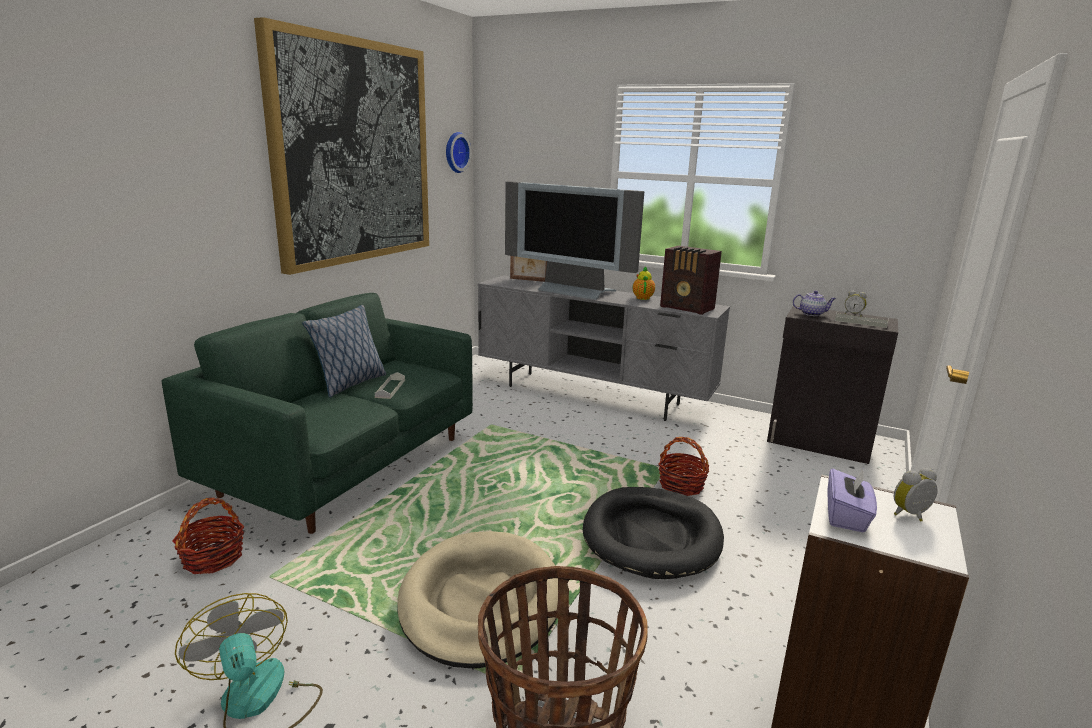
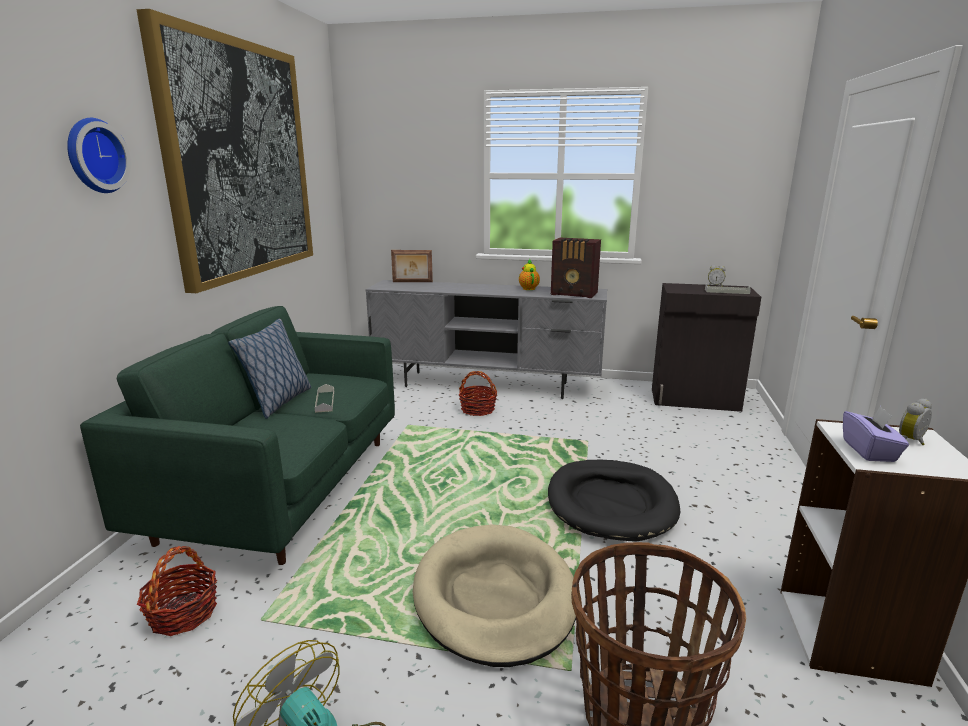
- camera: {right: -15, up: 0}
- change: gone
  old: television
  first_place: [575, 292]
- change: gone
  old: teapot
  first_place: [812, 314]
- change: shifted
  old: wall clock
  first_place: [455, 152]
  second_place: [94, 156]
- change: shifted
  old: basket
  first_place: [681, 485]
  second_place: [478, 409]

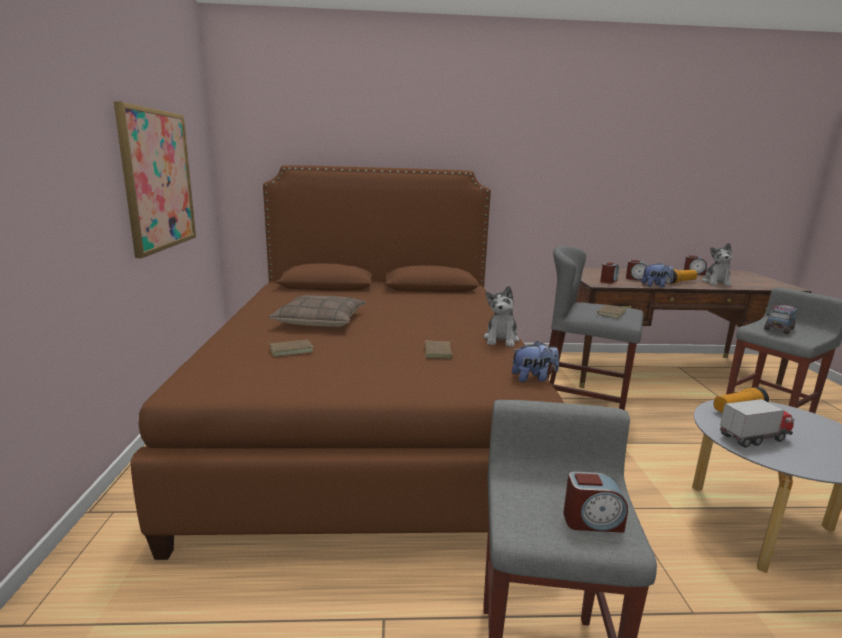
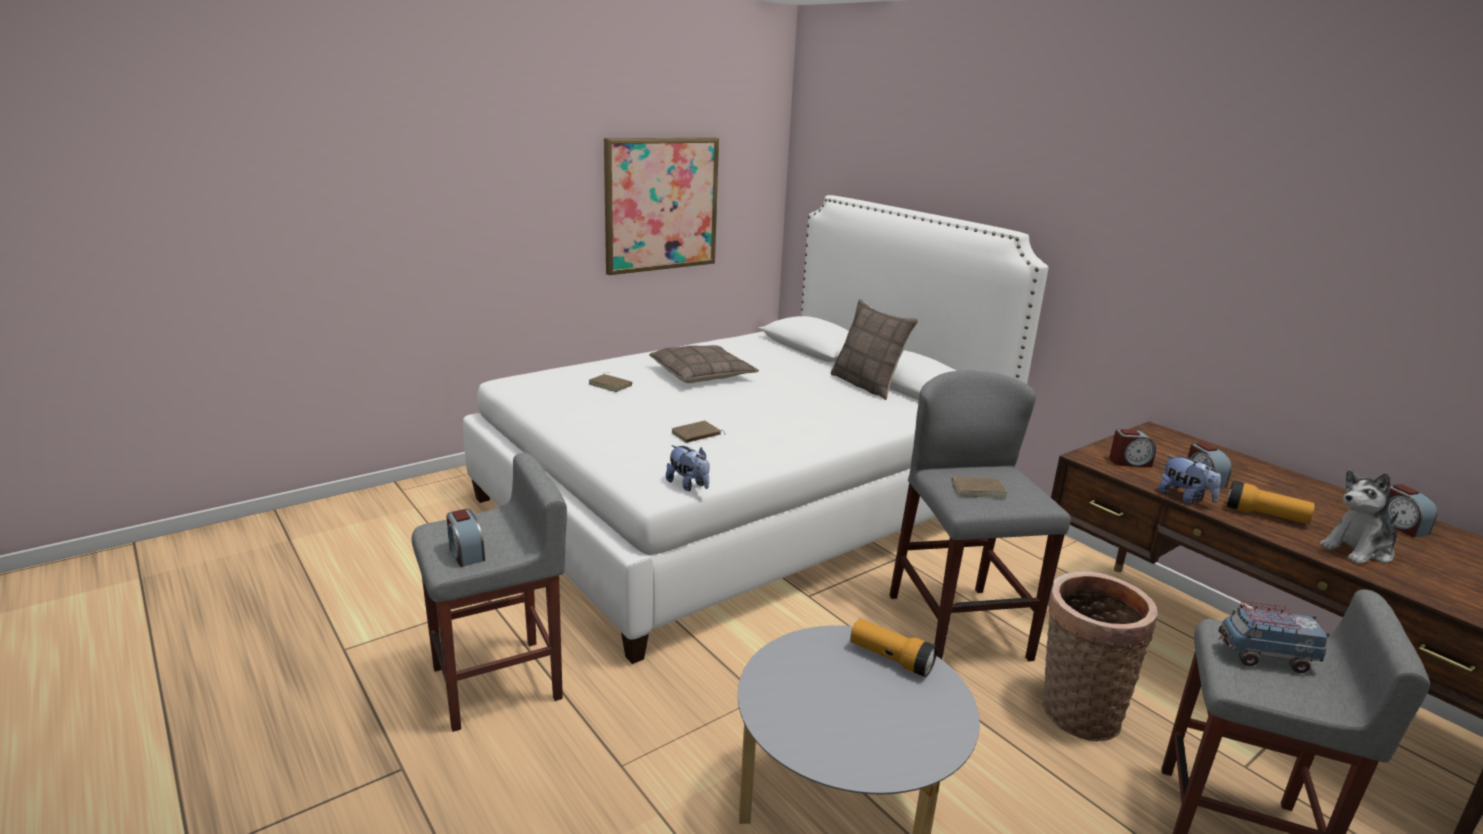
- camera: {right: 55, up: 5}
- change: gone
  old: plush toy
  first_place: [501, 339]
- change: gone
  old: toy truck
  first_place: [753, 438]
- change: new
  new: pillow
  second_place: [867, 385]
- change: new
  new: basket
  second_place: [1076, 710]
- change: repainted
  old: bed/brown
  new: bed/white
  first_place: [370, 420]
  second_place: [741, 504]

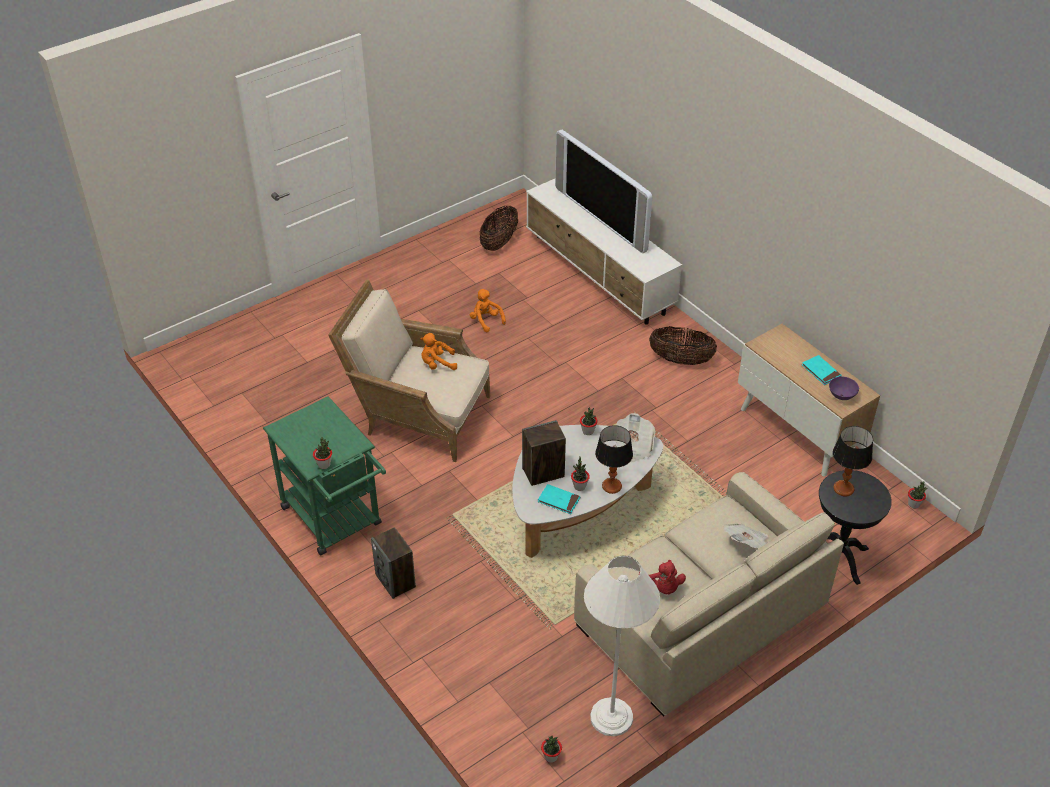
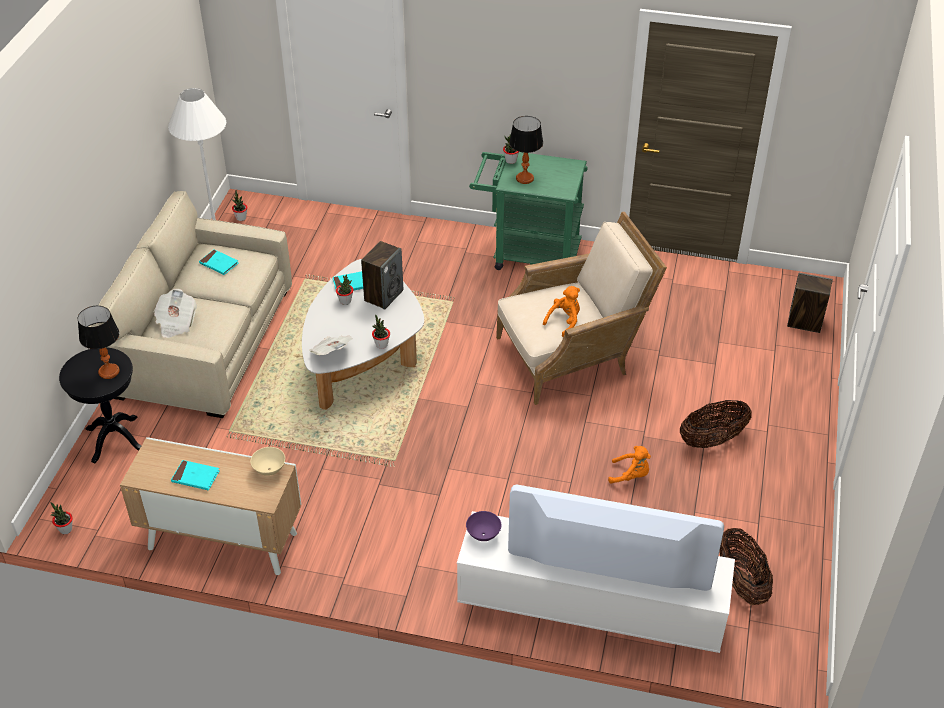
- camera: {right: 140, up: 0}
- change: new
  new: bowl/beige
  second_place: [269, 470]
- change: shifted
  old: speaker
  first_place: [396, 581]
  second_place: [804, 322]
- change: shifted
  old: table lamp
  first_place: [612, 486]
  second_place: [524, 178]
- change: shifted
  old: basket
  first_place: [681, 360]
  second_place: [712, 440]
- change: shifted
  old: bowl/purple
  first_place: [841, 396]
  second_place: [484, 535]
- change: swapped
  old: plush toy/red
  new: book/turquoise
  first_place: [662, 587]
  second_place: [219, 264]

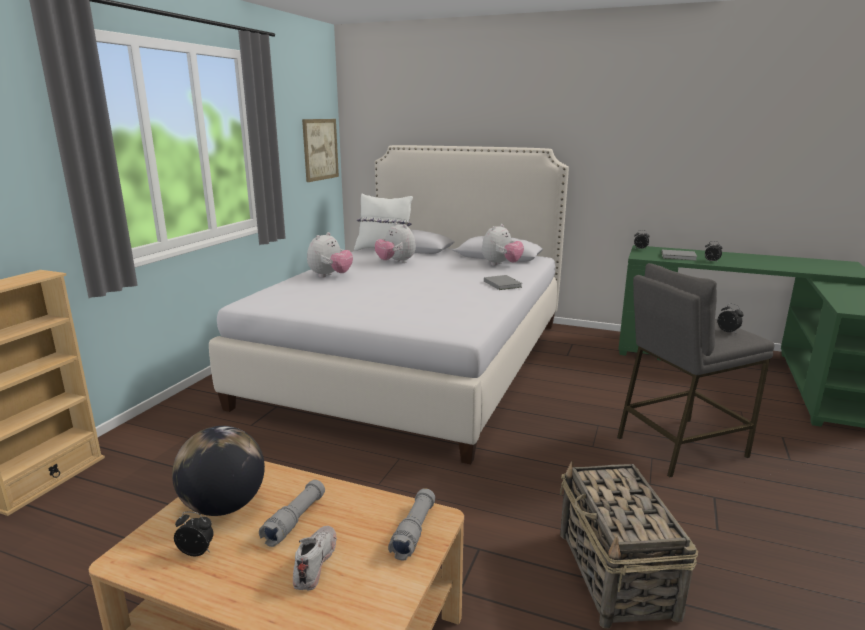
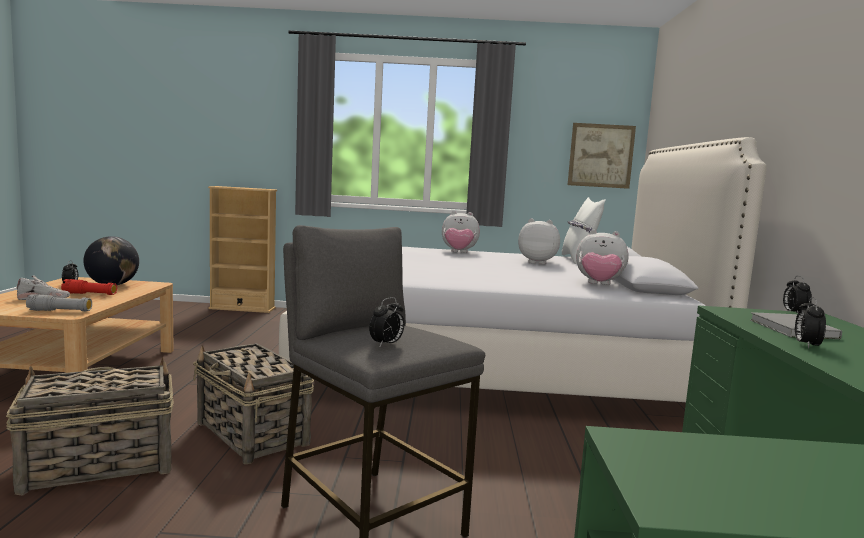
- camera: {right: 70, up: -10}
- change: gone
  old: book/grey
  first_place: [502, 284]
- change: new
  new: basket
  second_place: [253, 434]
- change: repainted
  old: flashlight/grey
  new: flashlight/red
  first_place: [295, 520]
  second_place: [90, 294]
- change: rotated
  old: plush toy
  first_place: [396, 262]
  second_place: [538, 262]
  degrees: 75

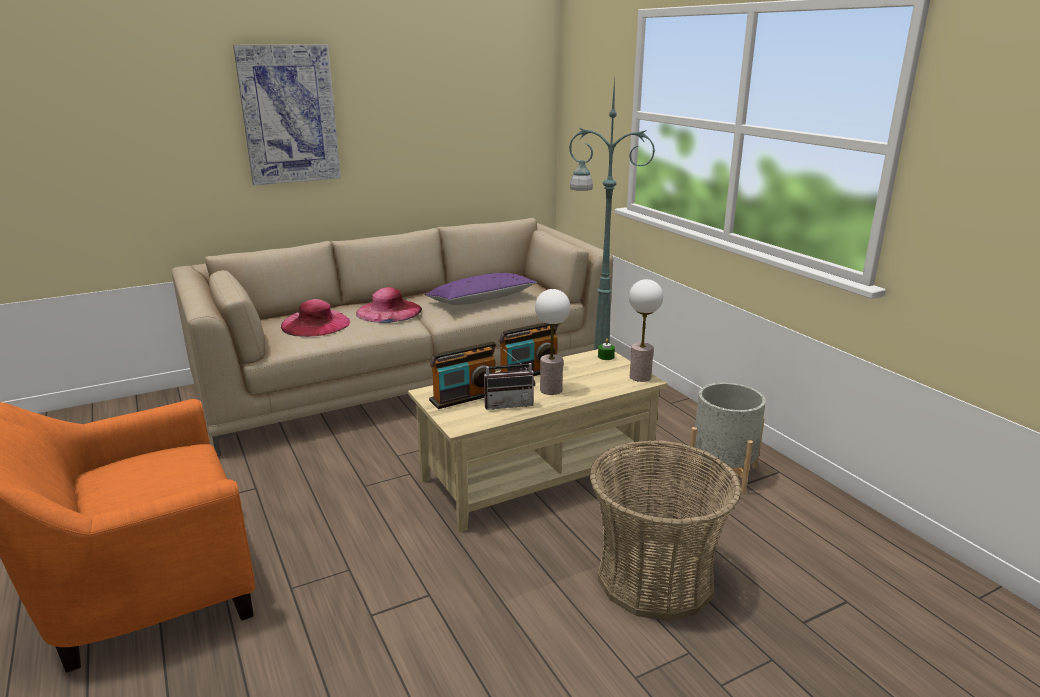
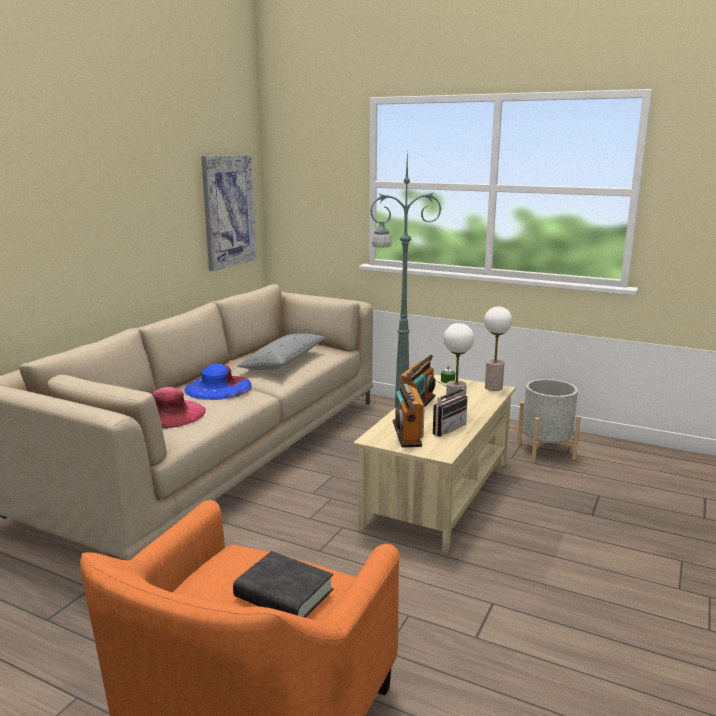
- camera: {right: -35, up: -5}
- change: gone
  old: basket
  first_place: [655, 578]
- change: new
  new: book/black
  second_place: [283, 594]
- change: shifted
  old: picture
  first_place: [289, 115]
  second_place: [228, 211]
- change: repainted
  old: hat/pink
  new: hat/blue
  first_place: [389, 311]
  second_place: [218, 387]
- change: repainted
  old: pillow/purple
  new: pillow/grey
  first_place: [481, 300]
  second_place: [283, 362]
- change: rotated
  old: radio
  first_place: [464, 397]
  second_place: [406, 434]
  degrees: 150

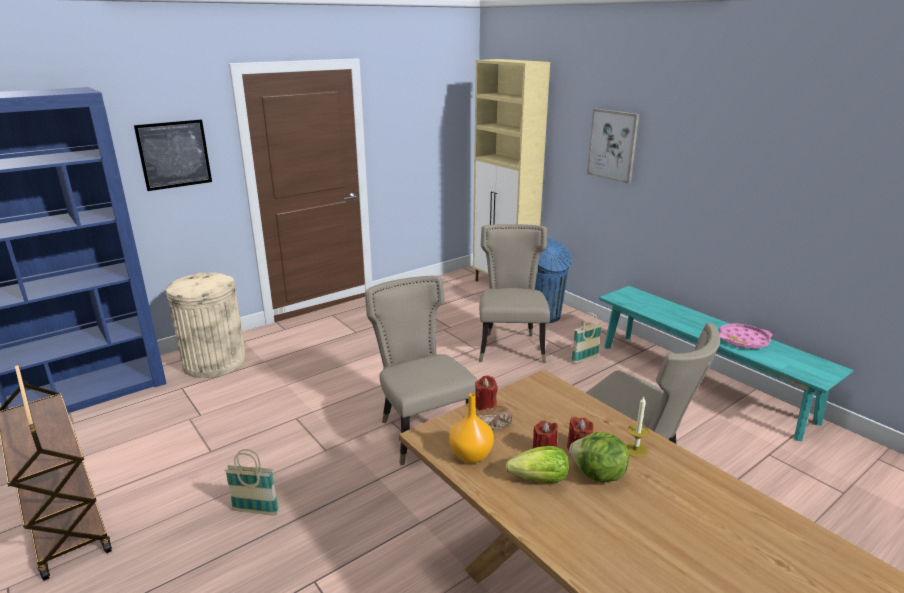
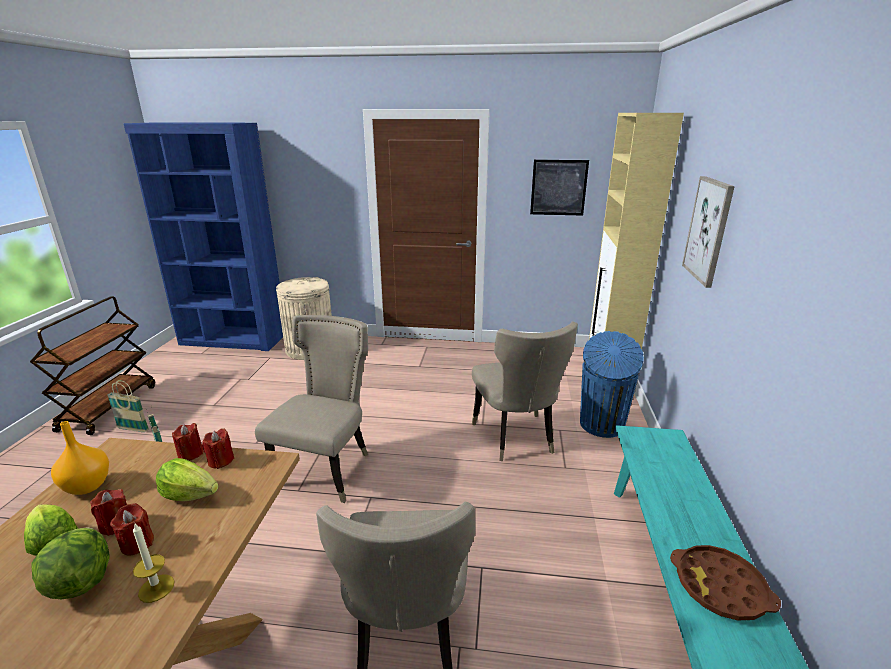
- camera: {right: 45, up: 0}
- change: gone
  old: bread
  first_place: [493, 426]
- change: new
  new: lettuce
  second_place: [189, 495]
- change: new
  new: candle/red
  second_place: [220, 461]
- change: shifted
  old: picture
  first_place: [174, 154]
  second_place: [558, 187]
- change: shifted
  old: basket
  first_place: [585, 359]
  second_place: [133, 429]
- change: repainted
  old: tray/pink
  new: tray/brown
  first_place: [743, 340]
  second_place: [720, 587]
- change: rotated
  old: chair/beige
  first_place: [511, 346]
  second_place: [516, 439]
  degrees: 120

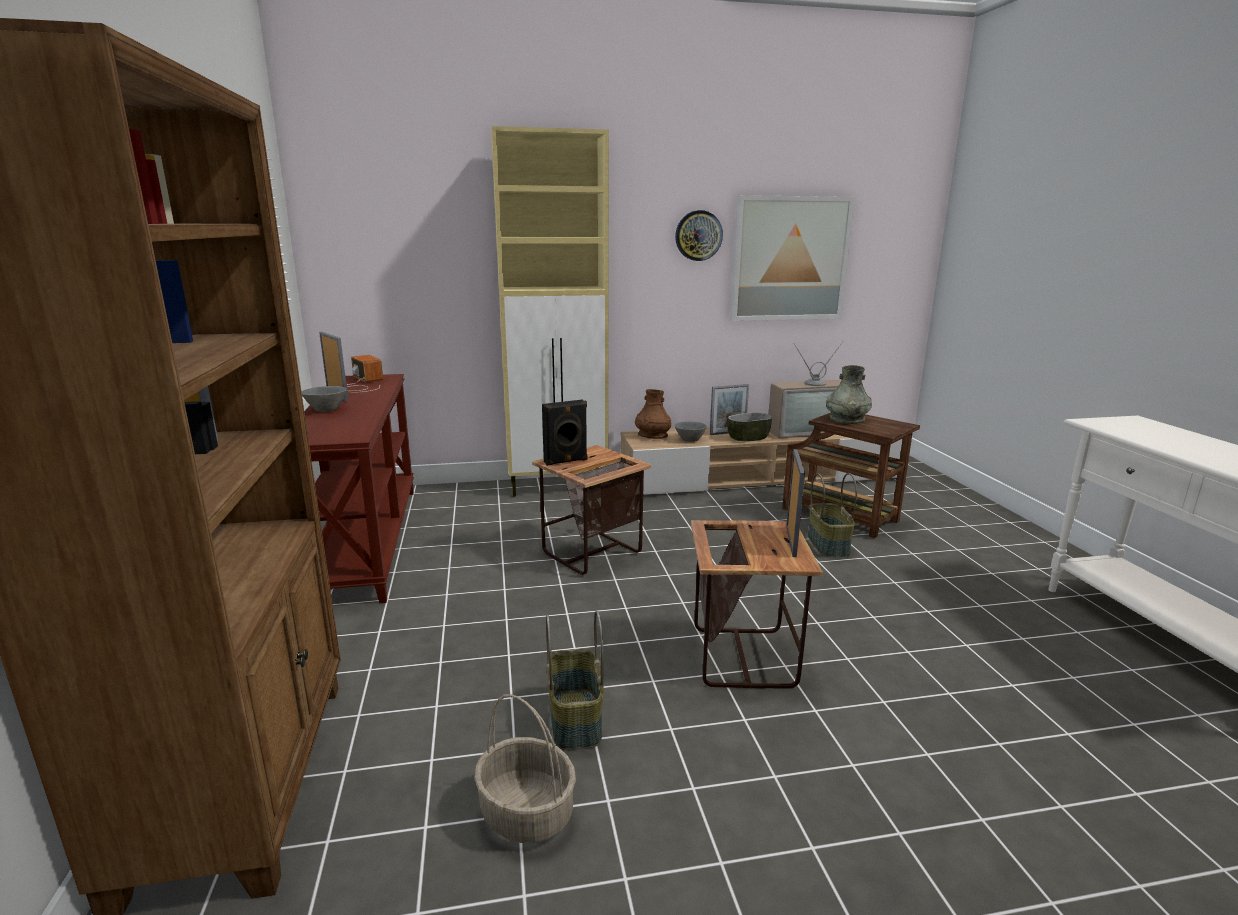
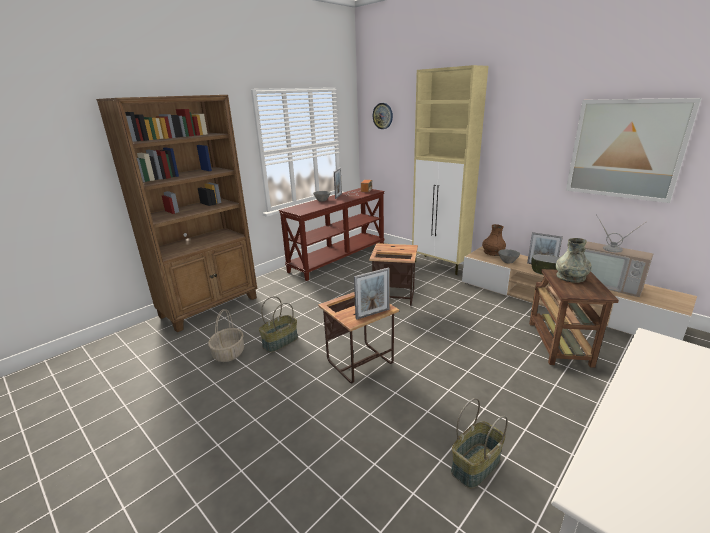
- camera: {right: 55, up: 5}
- change: gone
  old: speaker/black
  first_place: [566, 461]
- change: shifted
  old: wall clock
  first_place: [698, 235]
  second_place: [383, 116]
- change: shifted
  old: basket
  first_place: [829, 545]
  second_place: [476, 466]

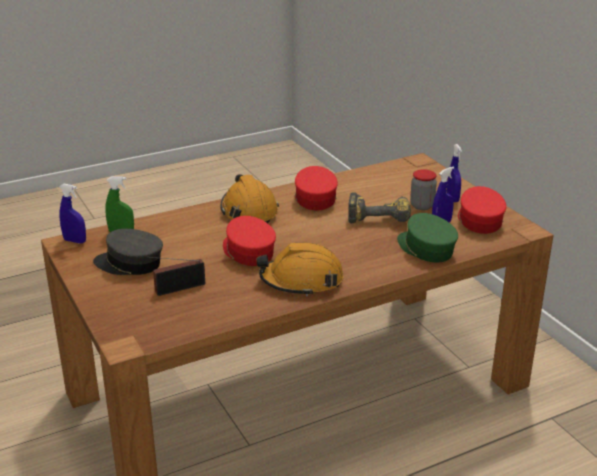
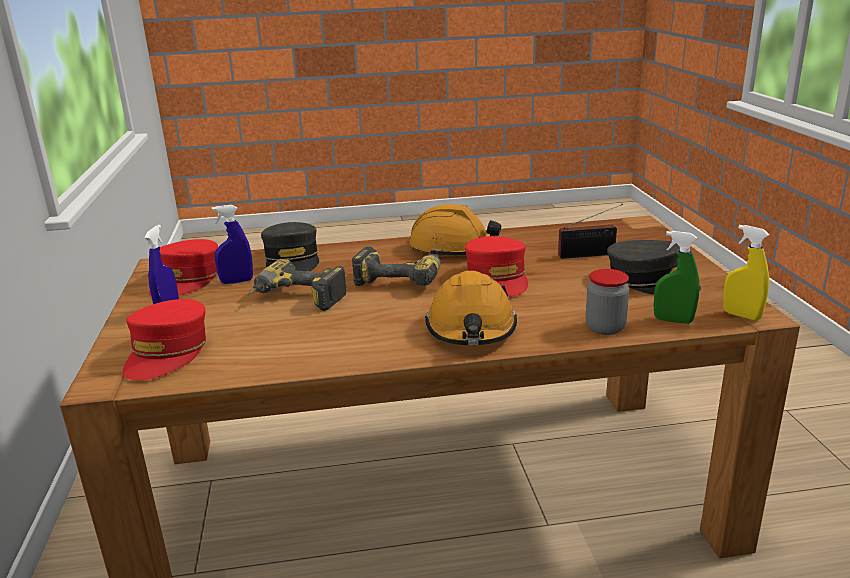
- camera: {right: -160, up: -5}
- change: new
  new: power drill
  second_place: [401, 278]
- change: shifted
  old: cap/red
  first_place: [315, 198]
  second_place: [167, 353]
- change: shifted
  old: jar
  first_place: [422, 206]
  second_place: [605, 328]
- change: repainted
  old: spray bottle/blue
  new: spray bottle/yellow
  first_place: [75, 241]
  second_place: [741, 315]
- change: repainted
  old: cap/green
  new: cap/grey
  first_place: [425, 248]
  second_place: [292, 261]

